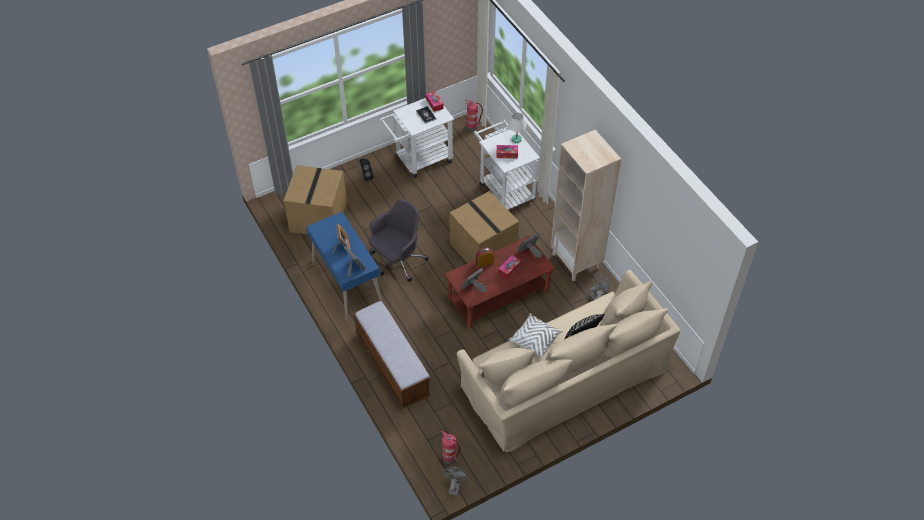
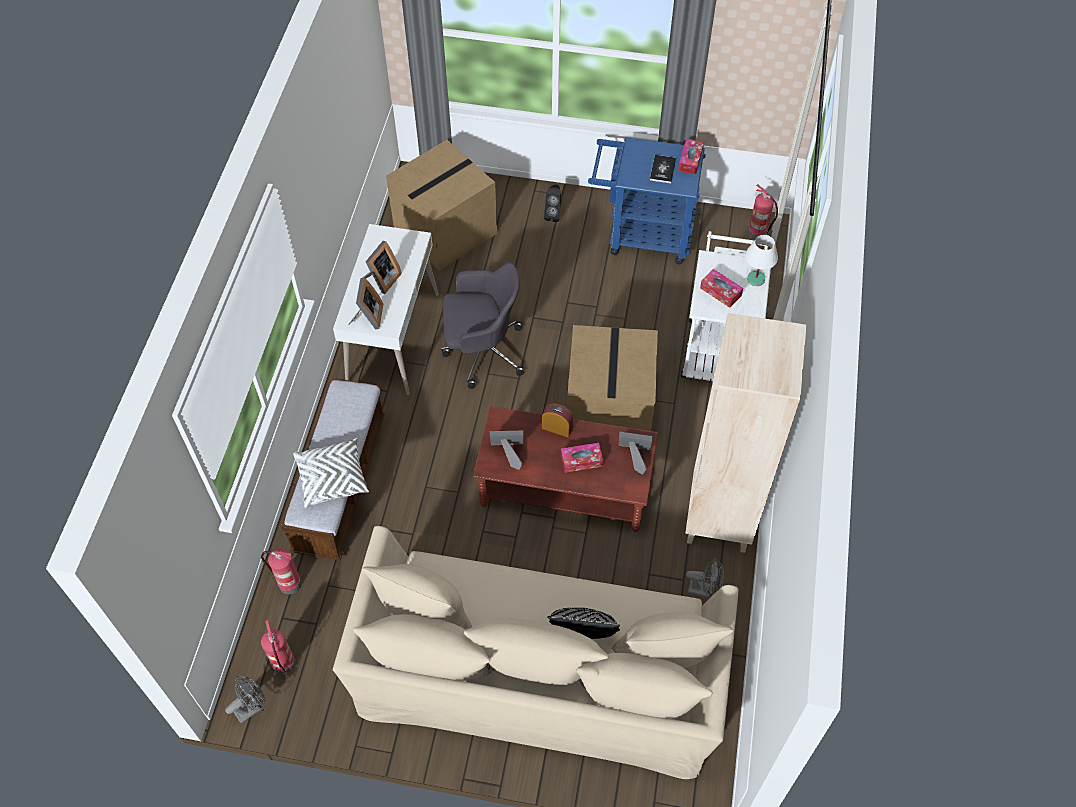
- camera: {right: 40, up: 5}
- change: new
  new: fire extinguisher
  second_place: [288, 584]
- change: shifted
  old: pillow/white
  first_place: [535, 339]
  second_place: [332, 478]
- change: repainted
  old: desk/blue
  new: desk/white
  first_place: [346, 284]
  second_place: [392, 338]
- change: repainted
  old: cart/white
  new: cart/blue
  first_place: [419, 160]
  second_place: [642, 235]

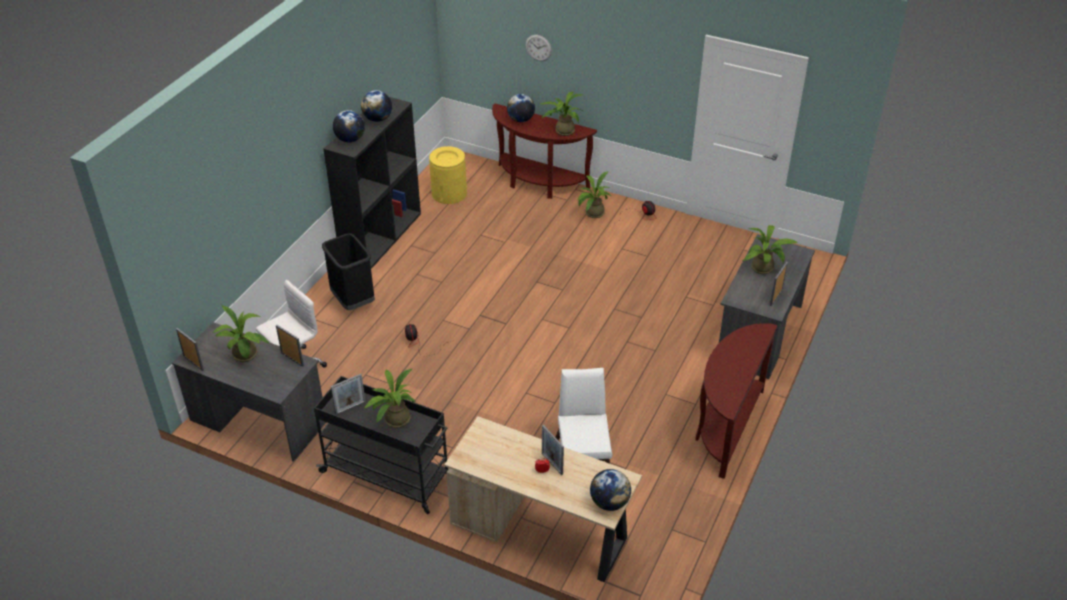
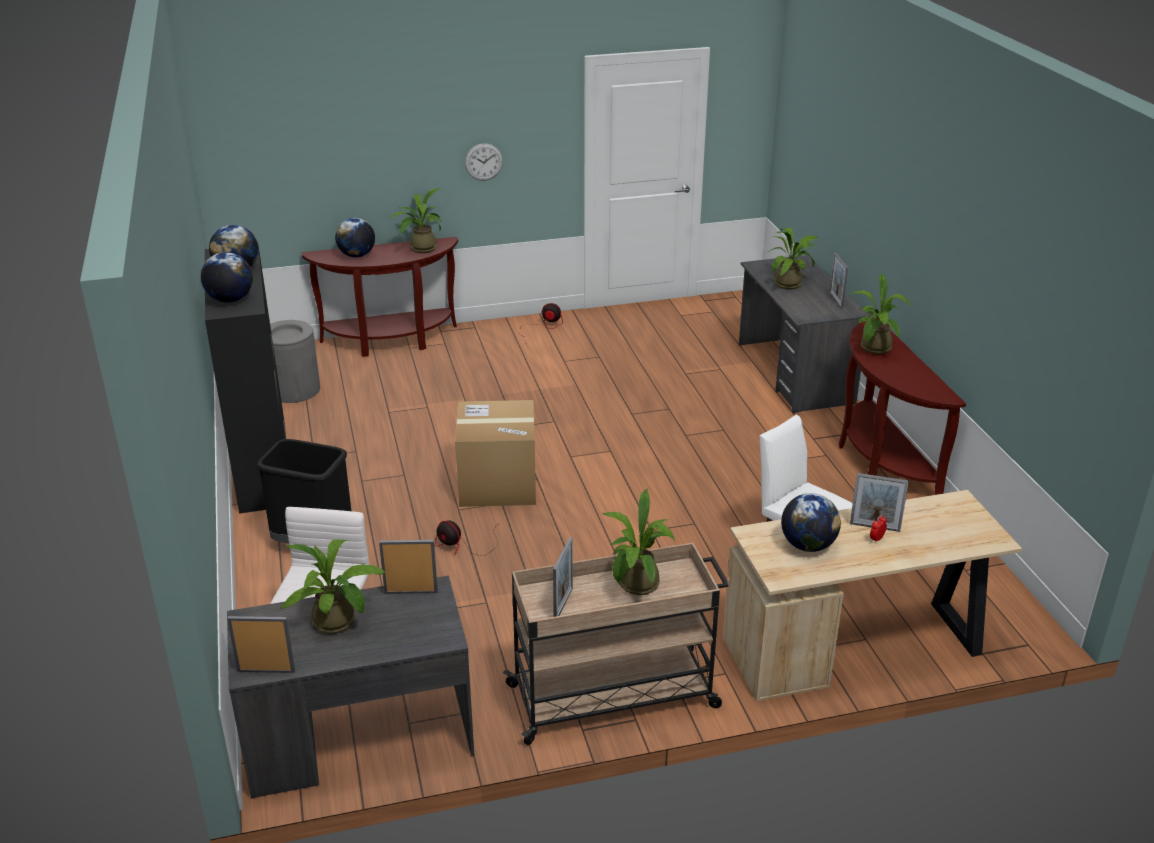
- camera: {right: -40, up: -10}
- change: new
  new: cardboard box
  second_place: [497, 484]
- change: shifted
  old: wall clock
  first_place: [538, 48]
  second_place: [483, 162]
- change: shifted
  old: potted plant
  first_place: [592, 214]
  second_place: [874, 350]
- change: shifted
  old: globe
  first_place: [609, 502]
  second_place: [807, 545]
- change: repainted
  old: cart/black
  new: cart/beige
  first_place: [388, 474]
  second_place: [615, 696]
- change: repainted
  old: trash can/yellow
  new: trash can/grey
  first_place: [449, 193]
  second_place: [294, 390]

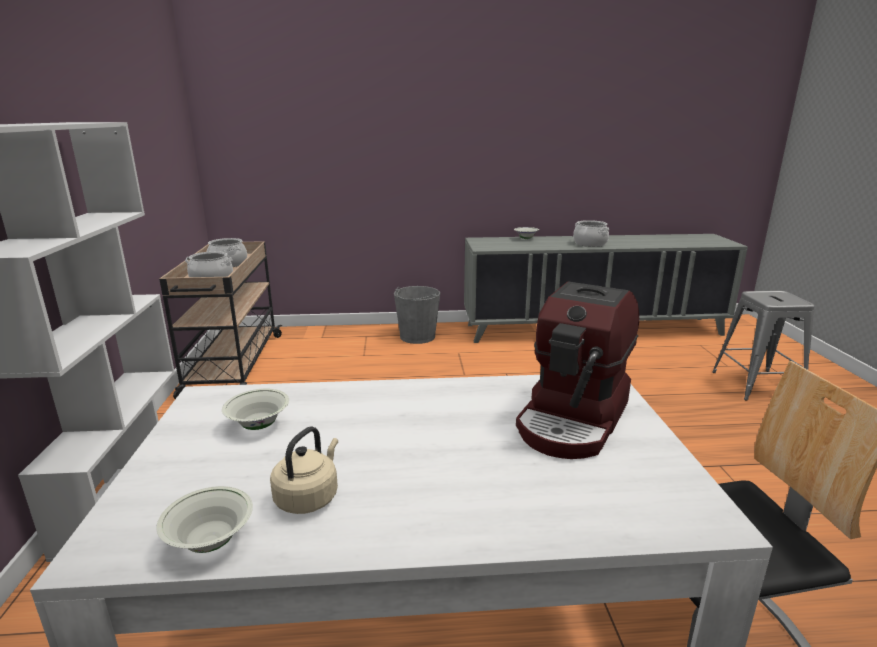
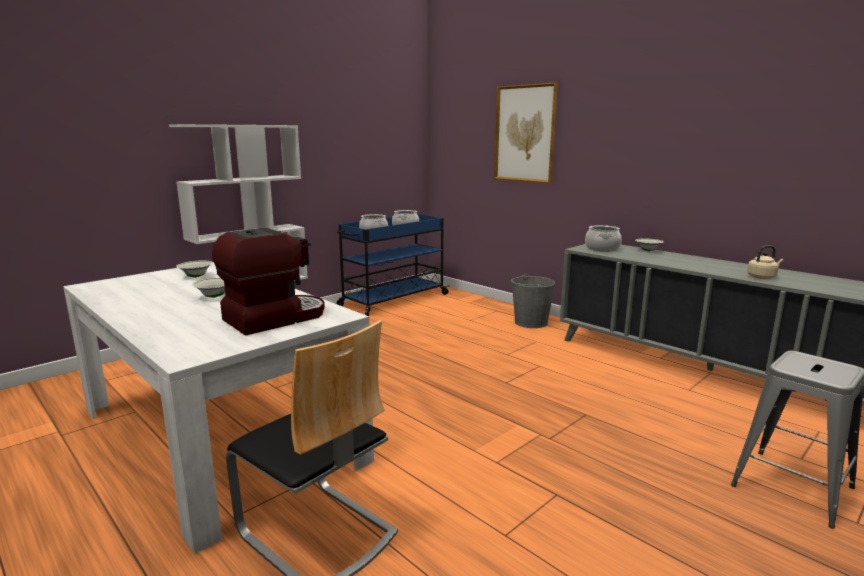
- camera: {right: 50, up: -5}
- change: new
  new: picture
  second_place: [525, 133]
- change: shifted
  old: bowl/white
  first_place: [210, 542]
  second_place: [214, 296]
- change: shifted
  old: kettle/beige
  first_place: [308, 497]
  second_place: [762, 277]
- change: shifted
  old: cooking pot
  first_place: [590, 244]
  second_place: [602, 248]
- change: repainted
  old: cart/beige
  new: cart/blue
  first_place: [234, 365]
  second_place: [393, 300]
- change: rotated
  old: coffee machine
  first_place: [574, 419]
  second_place: [274, 318]
  degrees: 150

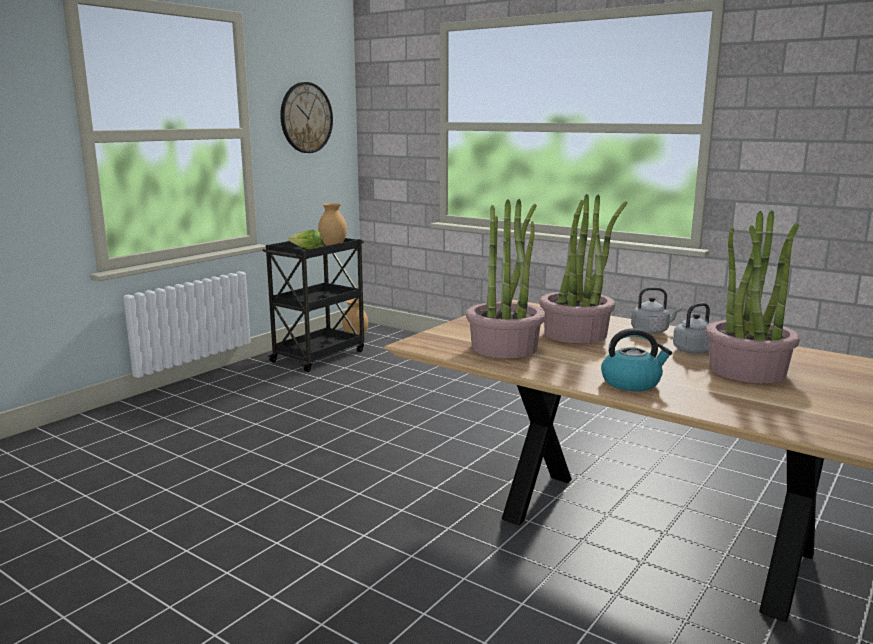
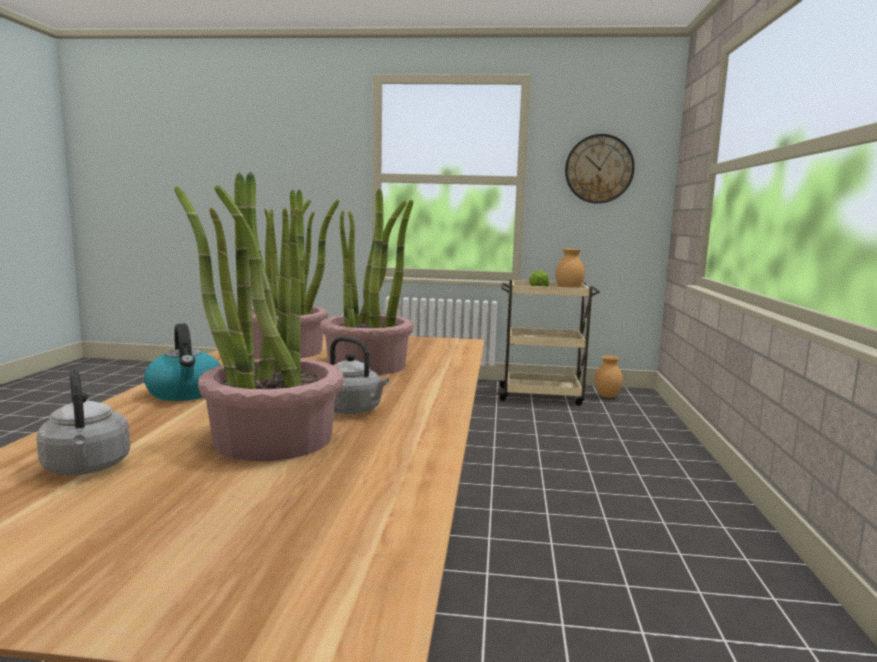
- camera: {right: 60, up: -5}
- change: shifted
  old: kettle/grey
  first_place: [651, 331]
  second_place: [87, 468]
- change: repainted
  old: cart/black
  new: cart/beige
  first_place: [319, 356]
  second_place: [542, 396]

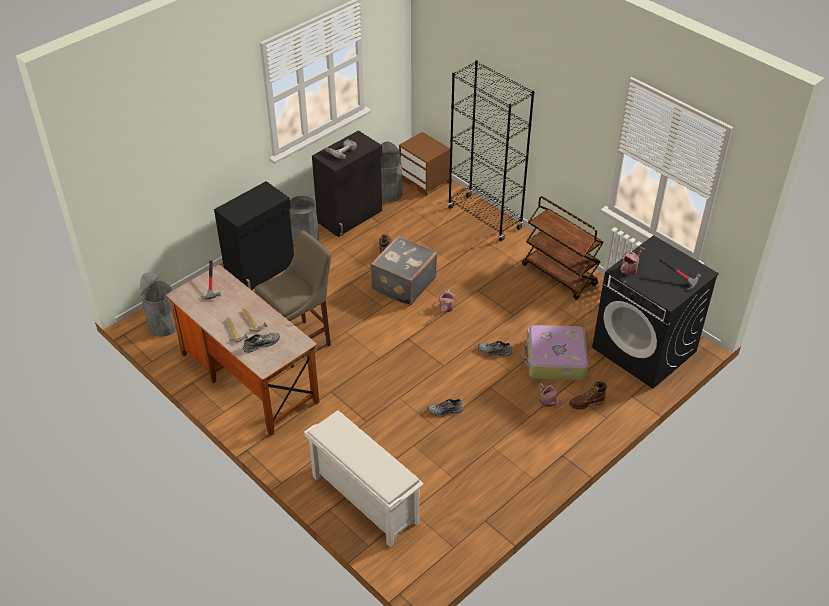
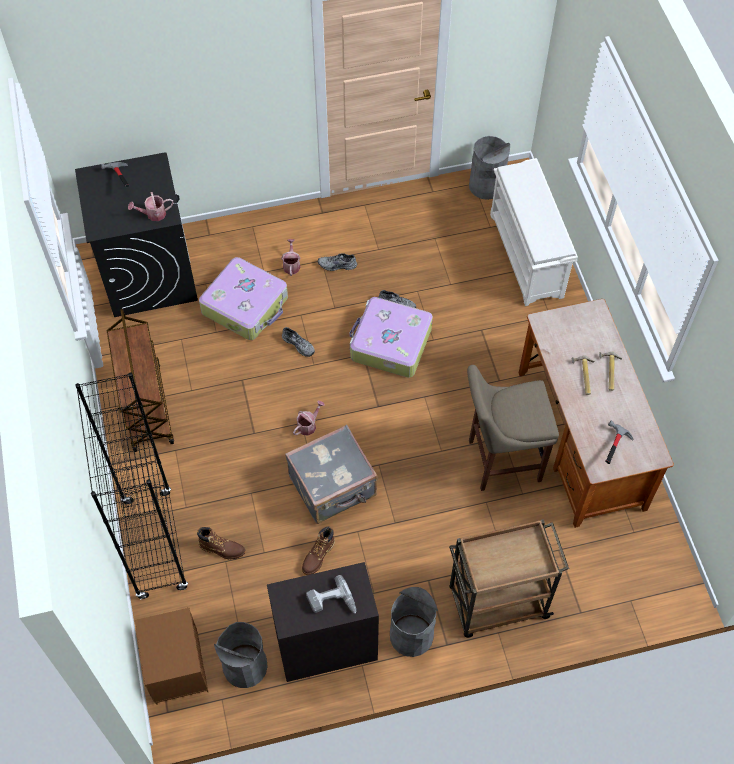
- camera: {right: -150, up: 15}
- change: new
  new: suitcase
  second_place: [390, 344]
- change: shifted
  old: trash can/grey
  first_place: [164, 325]
  second_place: [486, 185]
- change: shifted
  old: shoe/grey
  first_place: [261, 343]
  second_place: [337, 266]
- change: shifted
  old: boot/brown
  first_place: [586, 403]
  second_place: [222, 549]
- change: swapped
  old: cabinet/black
  new: cart/brown
  first_place: [261, 270]
  second_place: [496, 603]

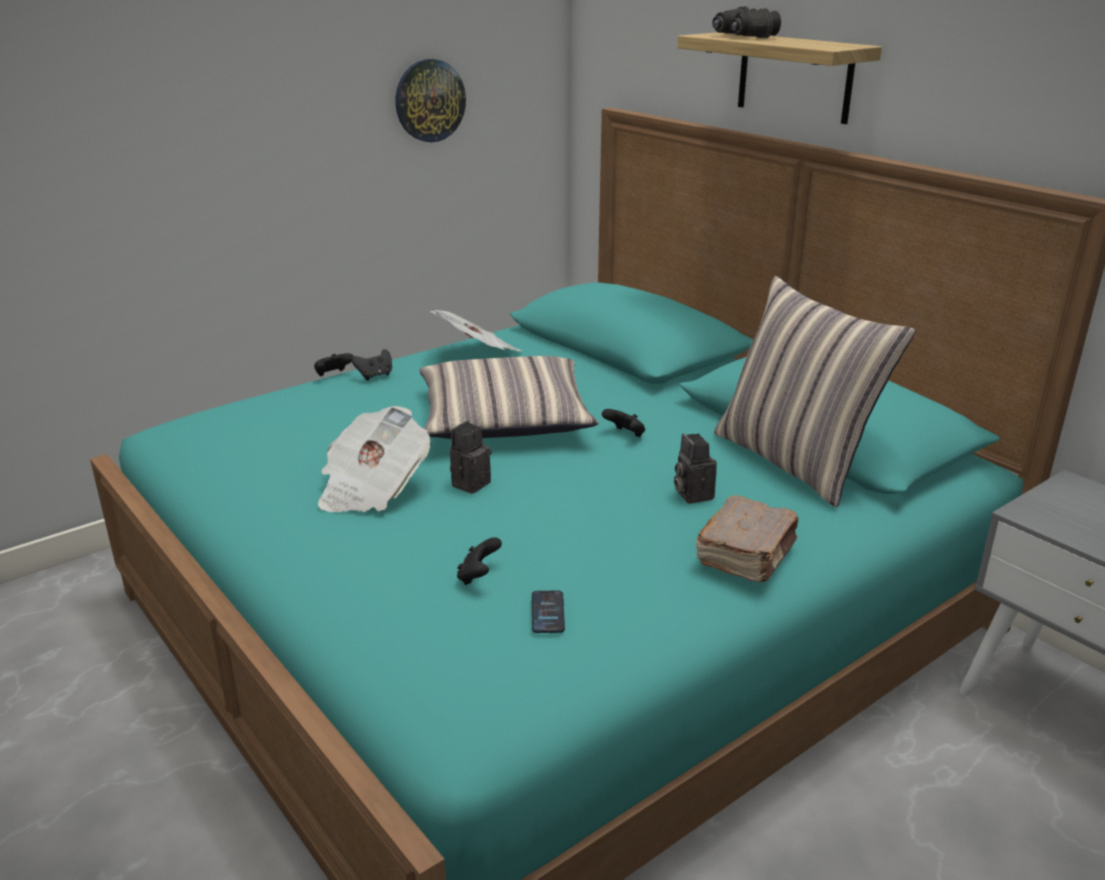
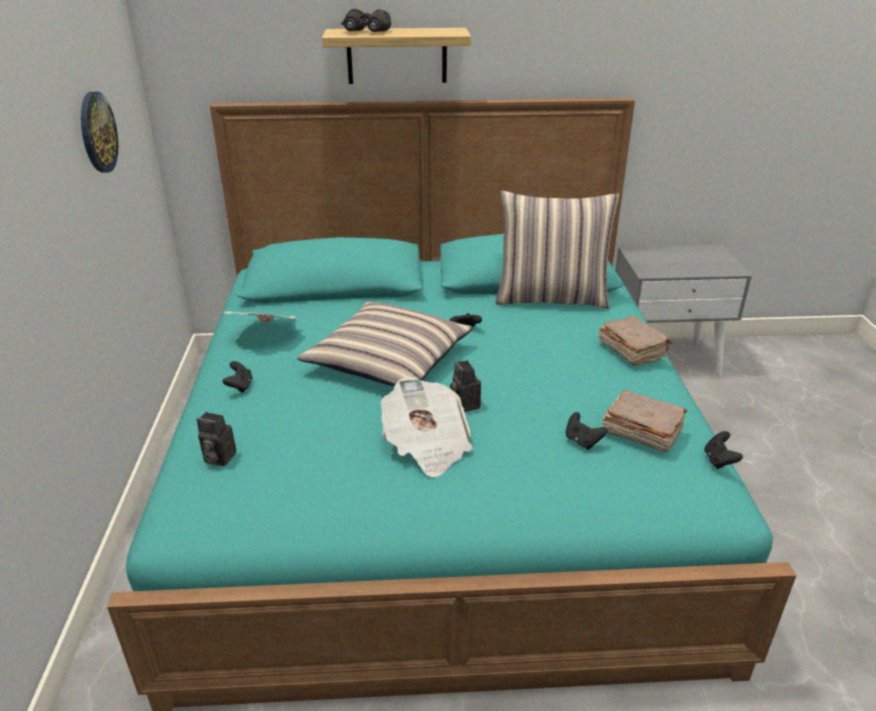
- camera: {right: -55, up: 5}
- change: shifted
  old: game controller/black
  first_place: [333, 375]
  second_place: [719, 461]
- change: shifted
  old: photo camera
  first_place: [691, 494]
  second_place: [217, 458]
- change: swapped
  old: phone
  new: book/brown
  first_place: [547, 612]
  second_place: [640, 431]

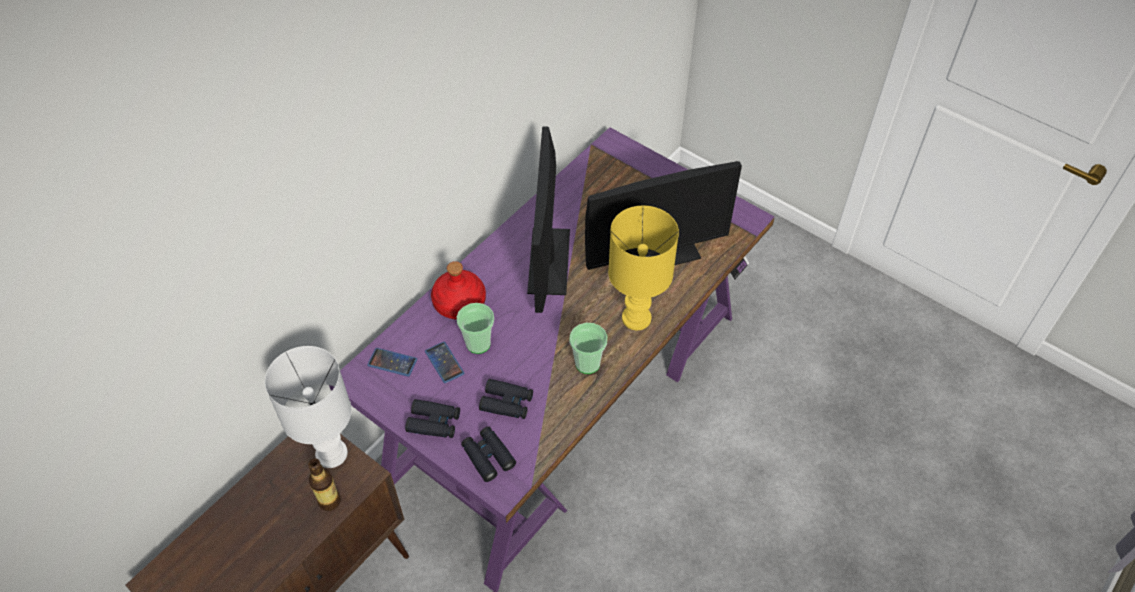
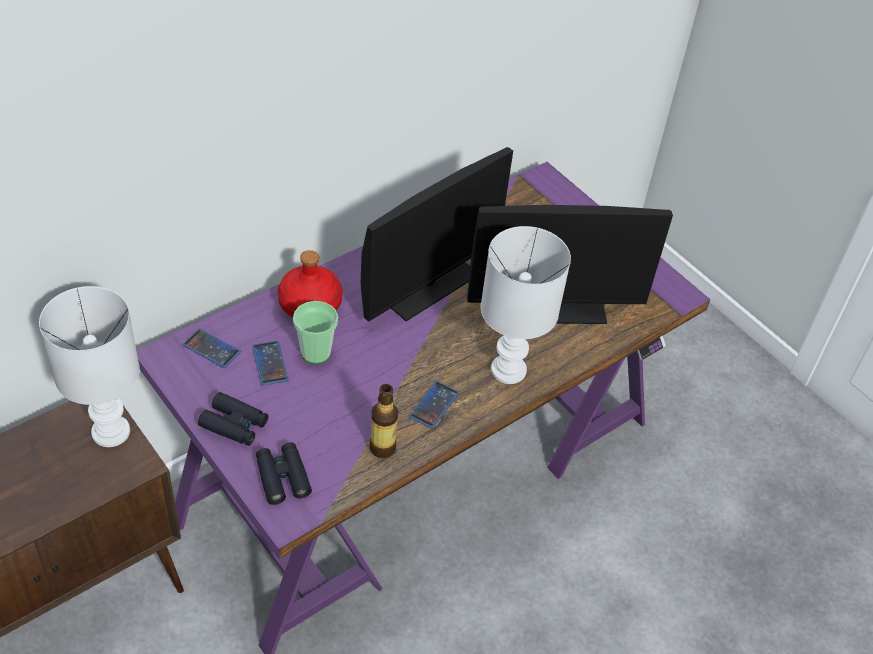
- camera: {right: 10, up: -5}
- change: gone
  old: binoculars/black
  first_place: [507, 403]
- change: shifted
  old: bottle
  first_place: [329, 501]
  second_place: [382, 448]
- change: swapped
  old: cup
  new: phone
  first_place: [587, 363]
  second_place: [434, 405]
- change: repainted
  old: table lamp/yellow
  new: table lamp/white
  first_place: [637, 319]
  second_place: [509, 371]
- change: rotated
  old: monitor
  first_place: [549, 261]
  second_place: [428, 285]
  degrees: -150

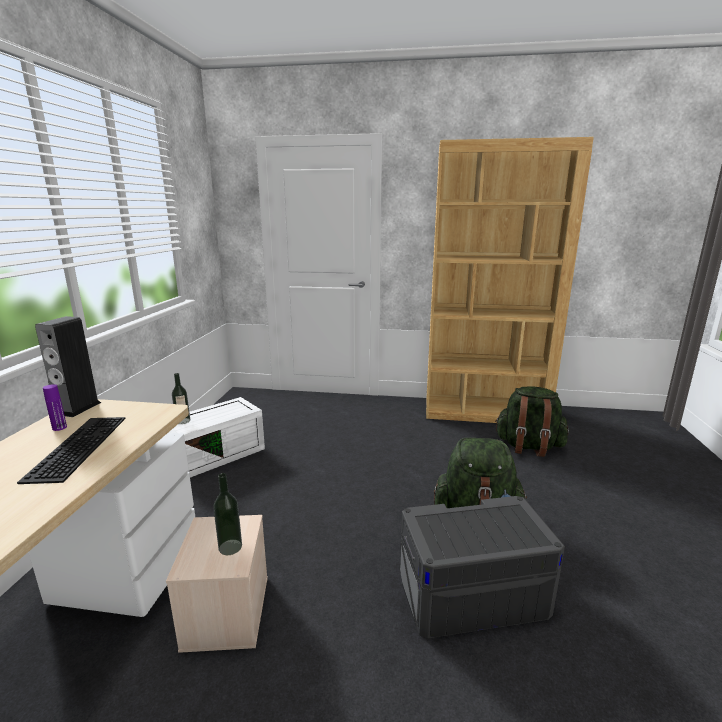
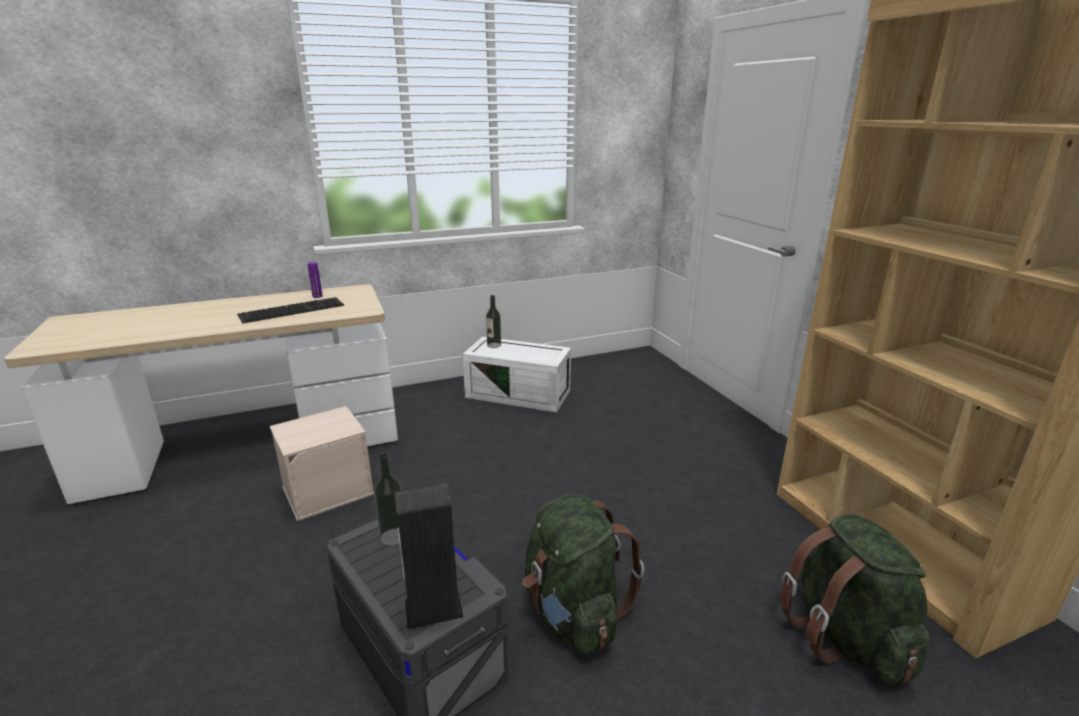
- camera: {right: 60, up: 5}
- change: shifted
  old: speaker
  first_place: [77, 408]
  second_place: [433, 609]
- change: shifted
  old: bottle
  first_place: [230, 547]
  second_place: [393, 537]

